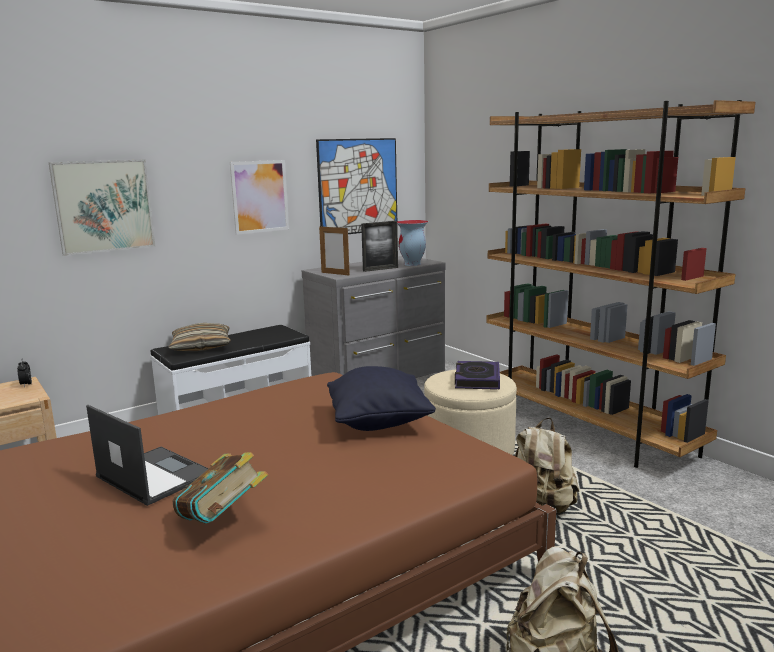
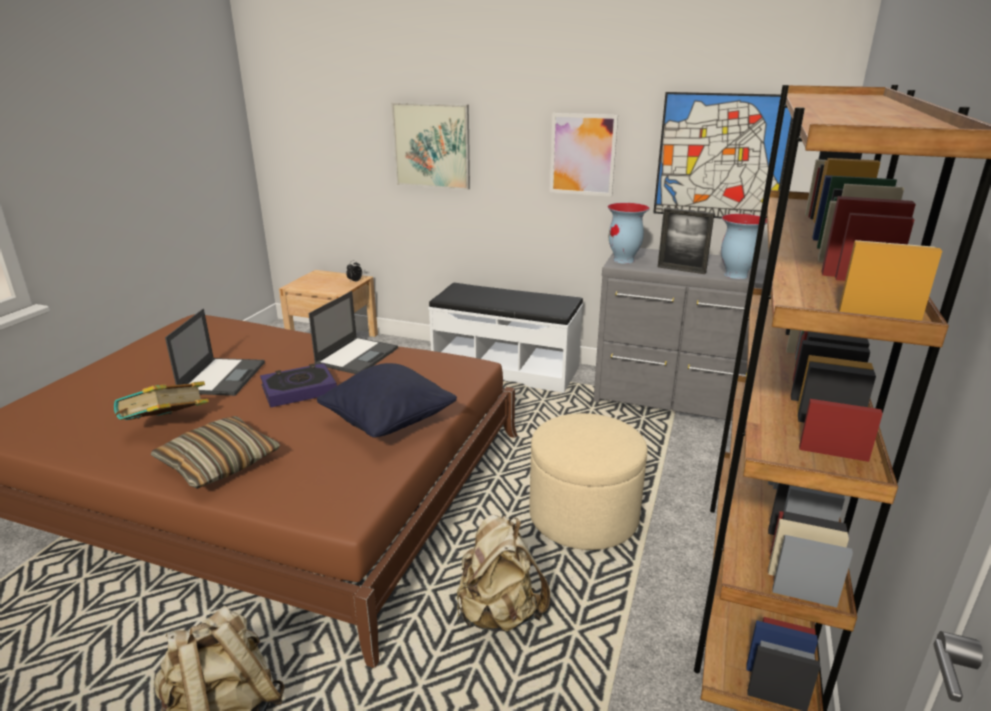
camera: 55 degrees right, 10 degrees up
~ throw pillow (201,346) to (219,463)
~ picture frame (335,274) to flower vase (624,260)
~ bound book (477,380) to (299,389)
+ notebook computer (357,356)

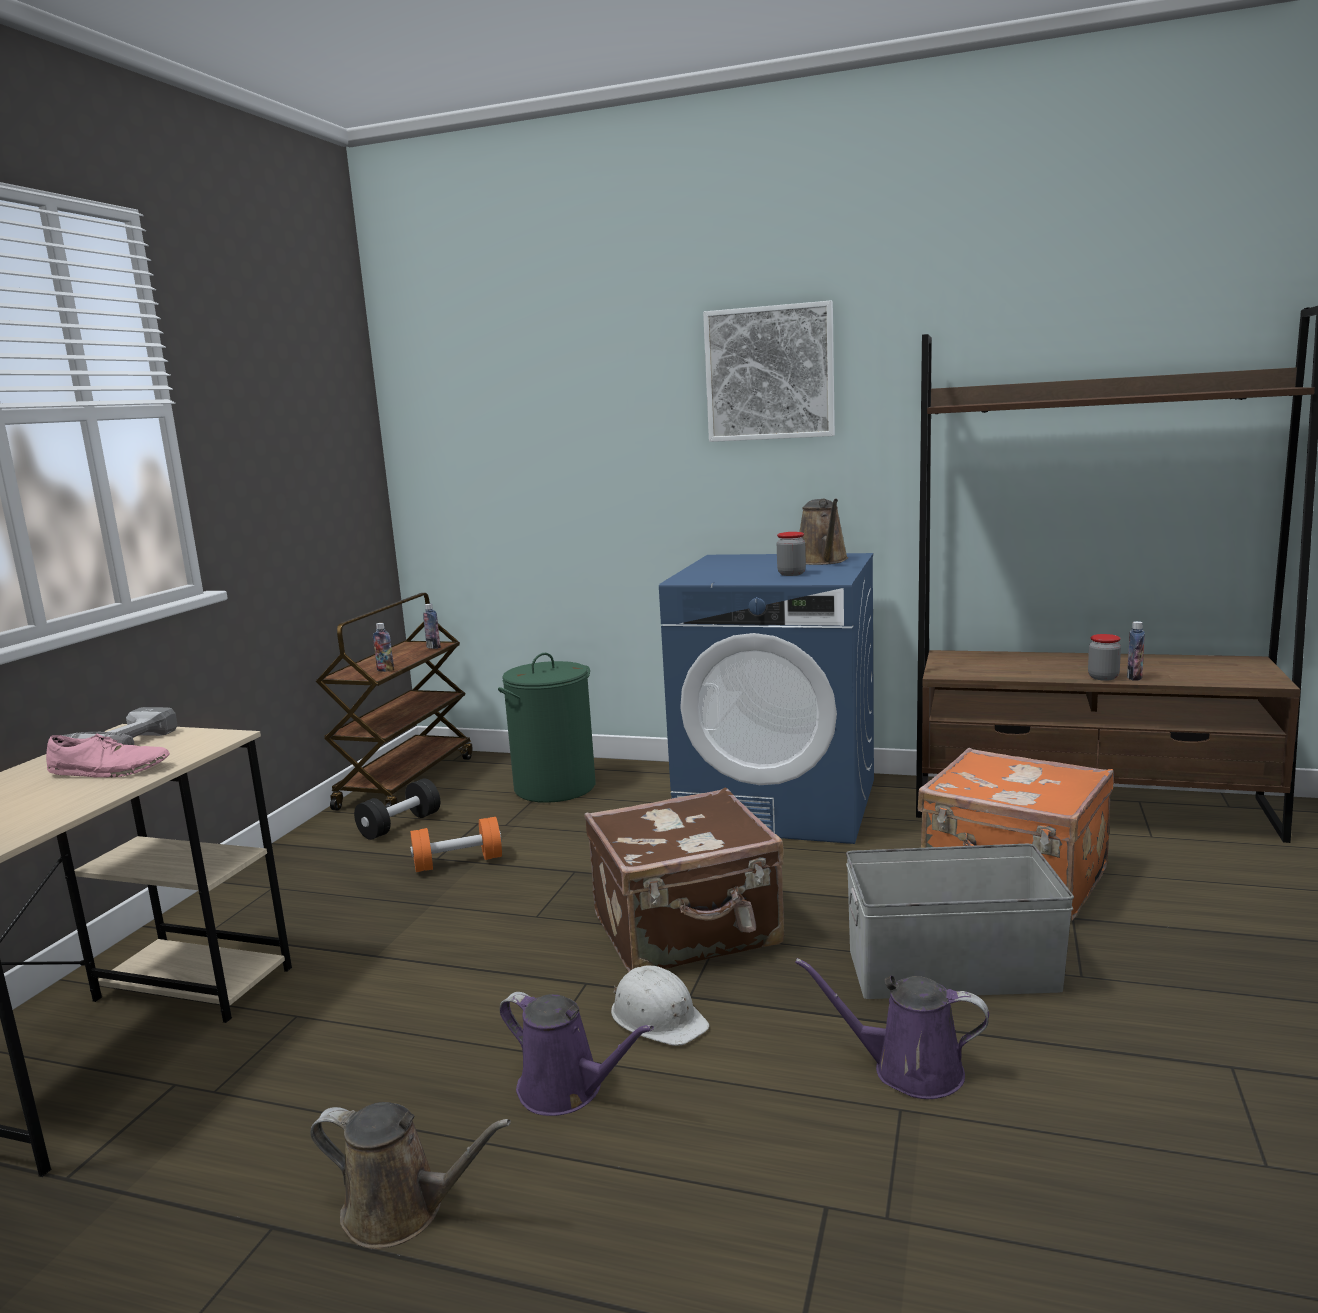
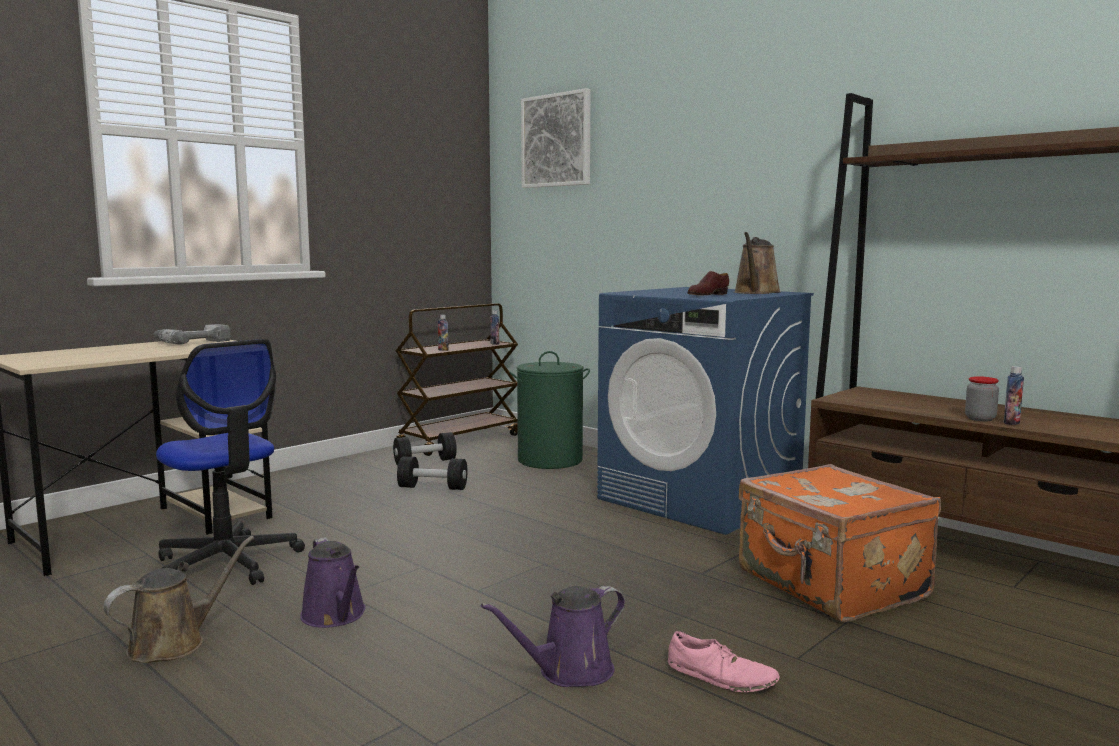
camera: 25 degrees right, 5 degrees down
~ pink-coloured shoe (109,770) to (721,677)
~ brown-coloured watering pot (402,1210) = (174,643) 90 degrees counterclockwise
~ orange free weight (458,862) to blackish free weight (433,488)
- brown-coloured piece of luggage (687,931)
- white-coloured hard hat (658,1017)
~ picture (769,373) to (556,140)
~ jar (791,574) to brown-coloured shoe (707,295)
~ purple-coloured watering pot (908,1070) = (569,672) 75 degrees counterclockwise
- grey storage container (950,969)
+ desk chair (227,563)

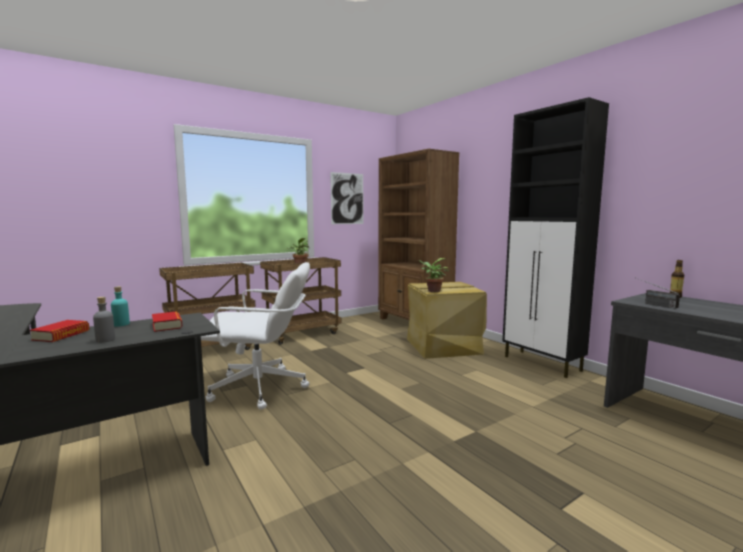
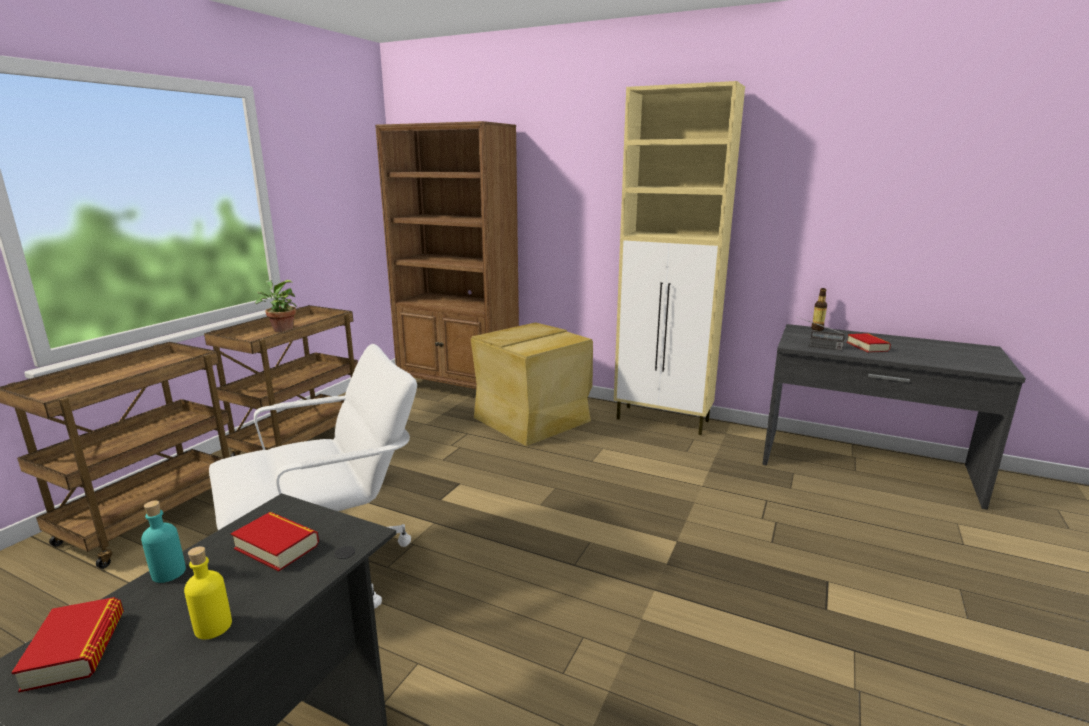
camera: 30 degrees left, 10 degrees up
~ grey beverage bottle (105,340) to yellow beverage bottle (213,627)
- picture (347,198)
- plant in a pot (432,291)
~ blackish cabinet (542,364) to beige-coloured cabinet (663,420)
+ bound book (867,347)

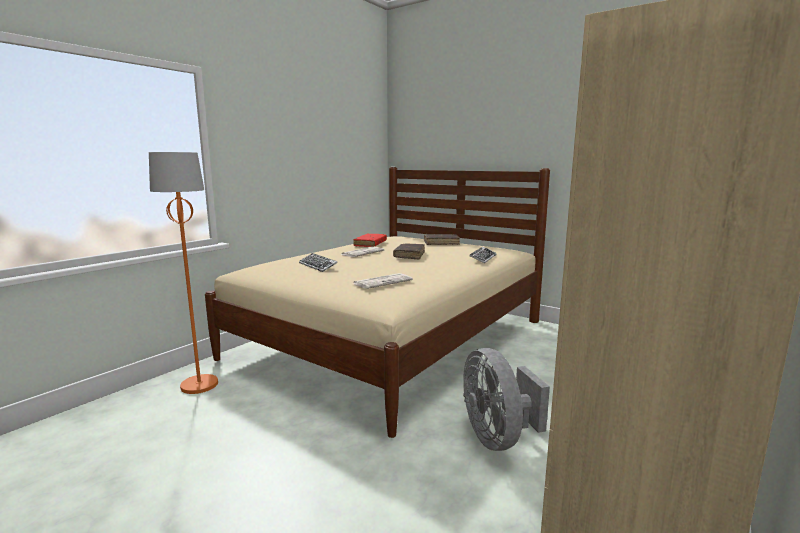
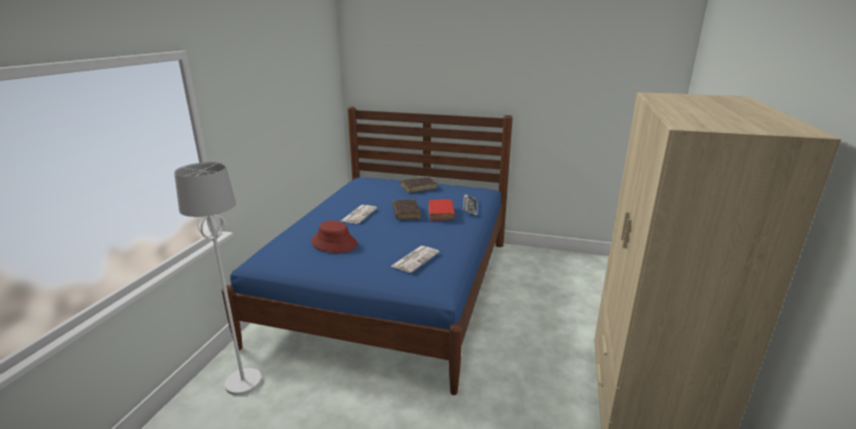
camera: 20 degrees left, 10 degrees up
~ orange floor lamp (199,385) to white-coloured floor lamp (243,382)
~ beige-coloured bedroom bed (392,339) to blue bedroom bed (393,288)
~ computer keyboard (318,266) to reddish hat (334,243)
~ reddish bound book (370,244) to (441,214)
- grey fan (498,437)

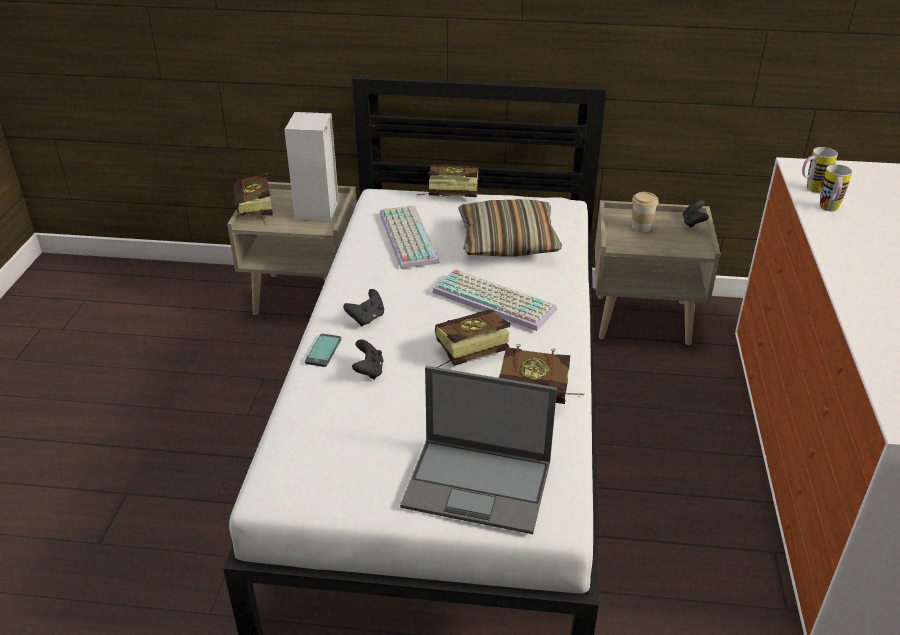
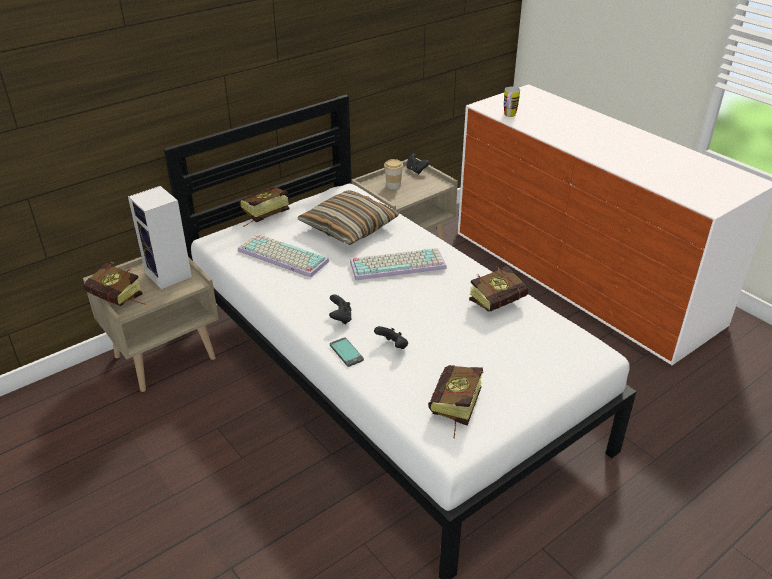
camera: 45 degrees left, 0 degrees up
- notebook computer (479,484)
~ bound book (465,352) to (453,411)
- coffee mug (829,210)

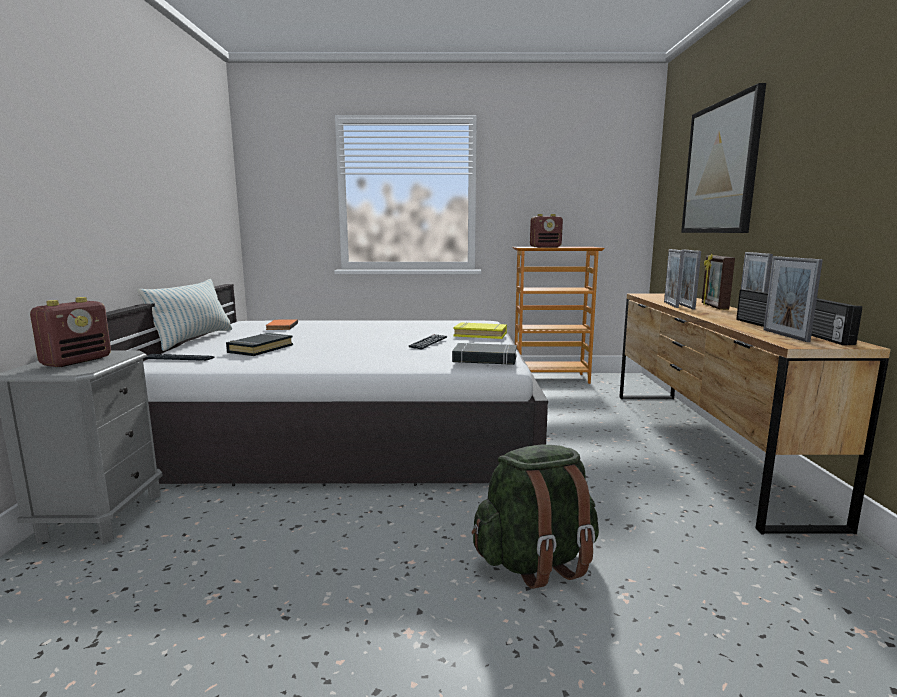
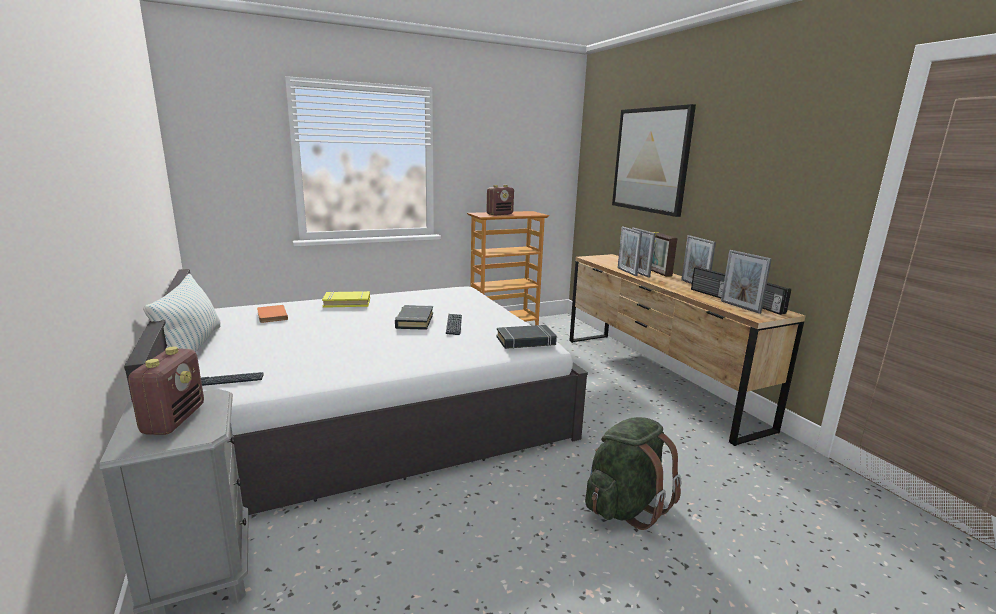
camera: 25 degrees left, 5 degrees up
~ blackish bound book (260,349) to (414,321)
~ yellow bound book (480,334) to (347,303)

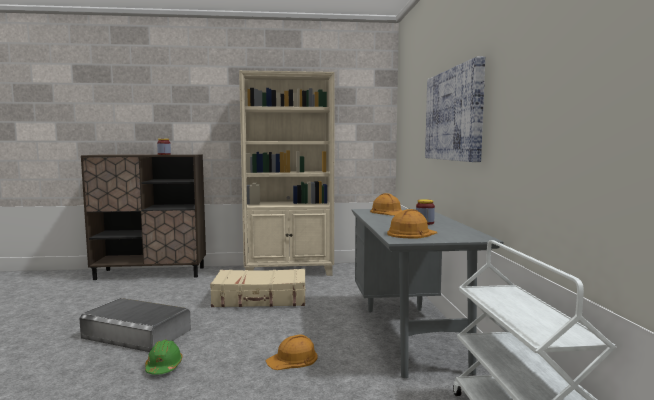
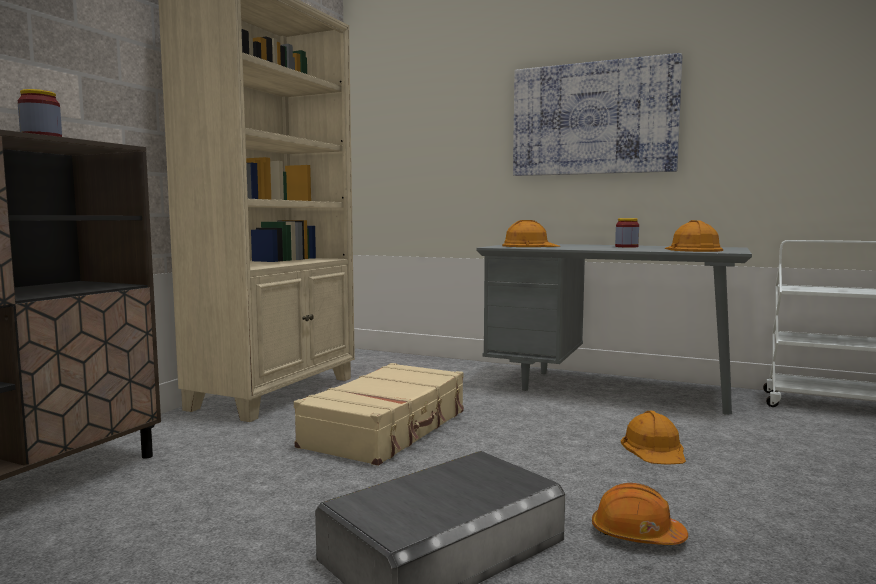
camera: 60 degrees left, 0 degrees up
~ green hard hat (164,366) to orange hard hat (636,535)

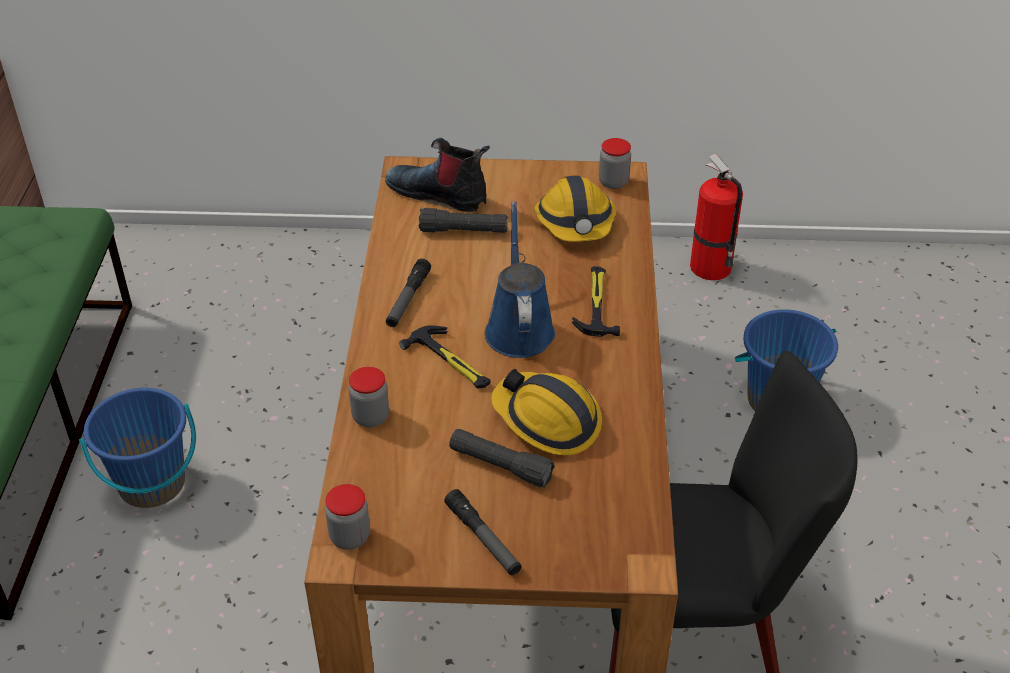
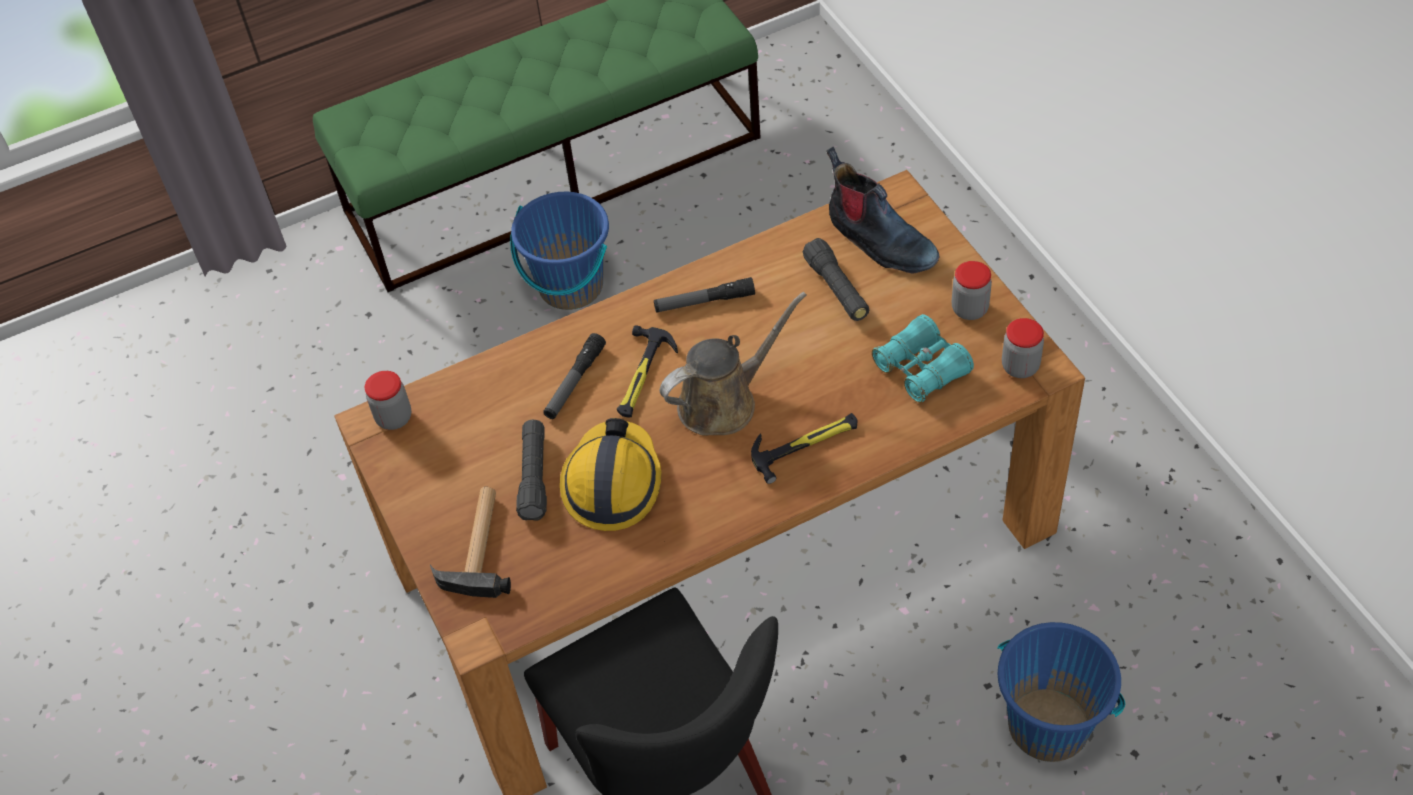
camera: 65 degrees right, 10 degrees up
~ jar (370,417) to (969,309)
~ boot (439,194) = (879,241) 135 degrees clockwise
~ torch (483,538) to (575,382)
~ blue watering pot (519,328) to brown-coloured watering pot (724,401)
~ hard hat (575,223) to turquoise-coloured field glasses (921,368)
- extinguisher (712,268)
+ tool hammer (478,545)

